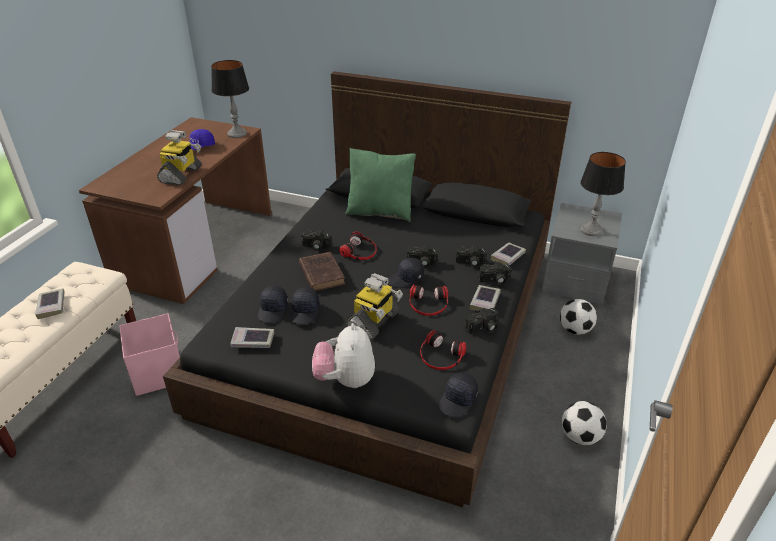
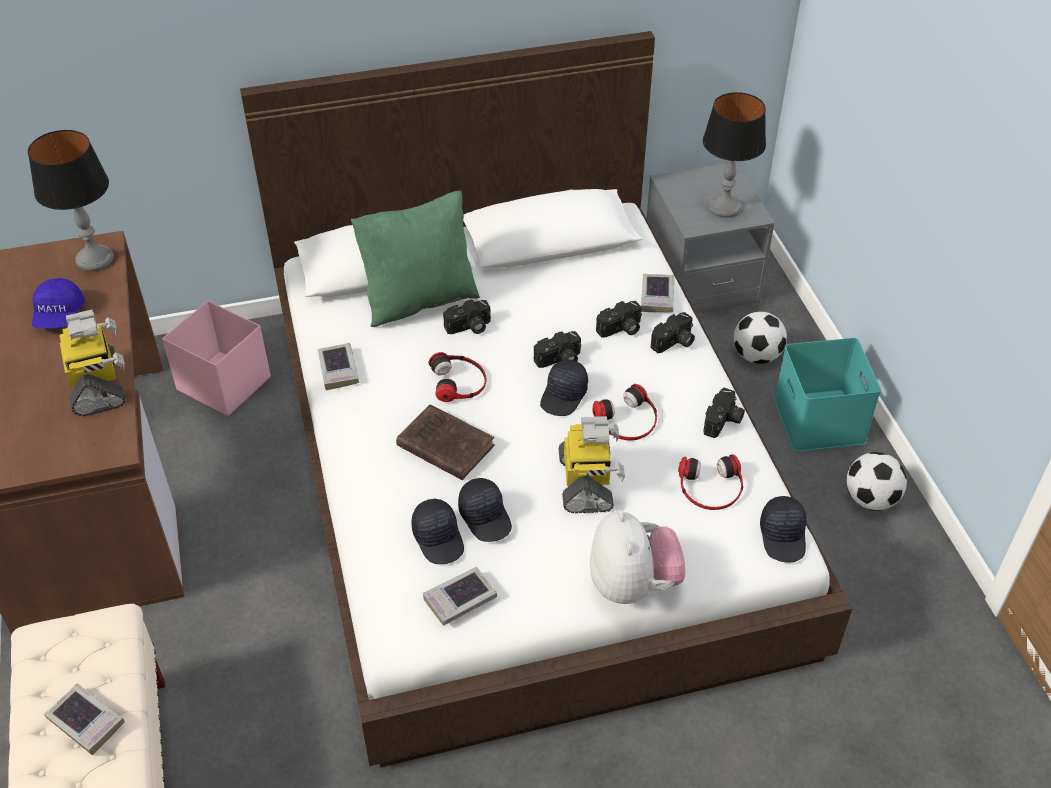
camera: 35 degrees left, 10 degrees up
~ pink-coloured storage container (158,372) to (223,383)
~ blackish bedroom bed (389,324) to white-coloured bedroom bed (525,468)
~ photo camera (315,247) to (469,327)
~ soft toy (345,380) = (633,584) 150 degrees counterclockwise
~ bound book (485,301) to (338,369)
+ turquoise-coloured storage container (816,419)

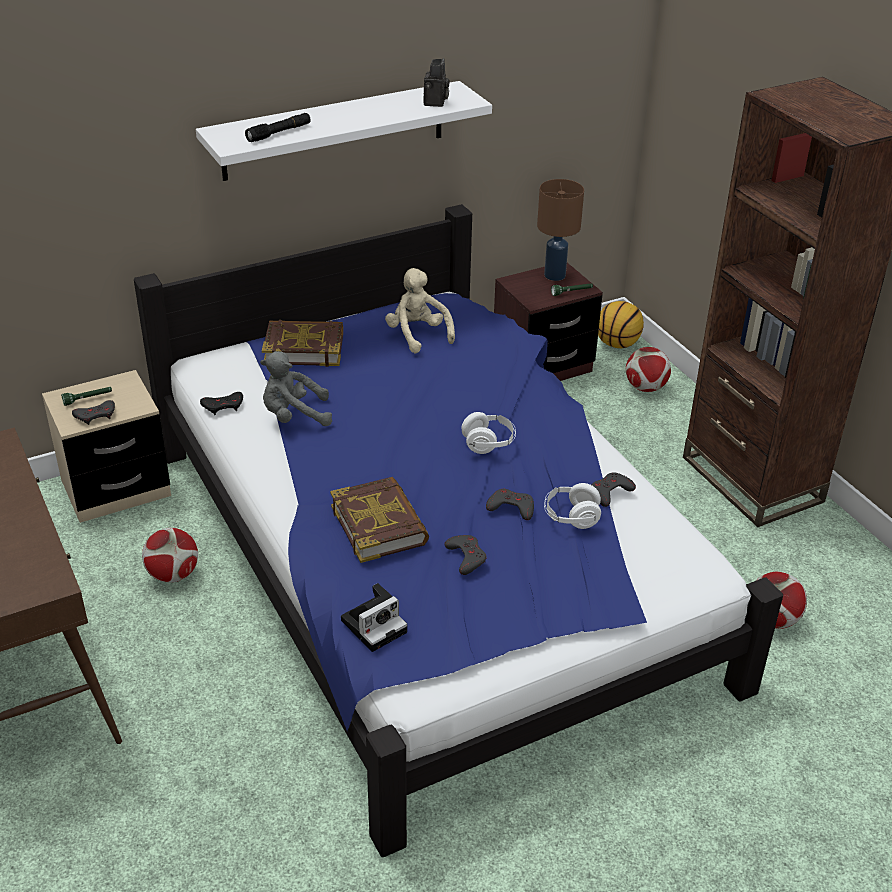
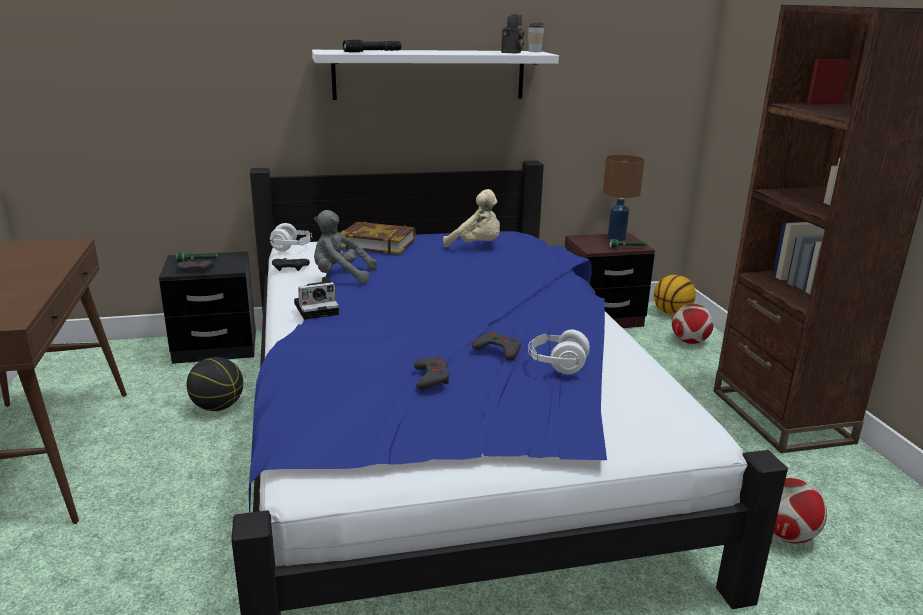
camera: 15 degrees right, 15 degrees down
~ beige-coloured night table (116,488) to blackish night table (215,347)
~ football (173,574) to ball for basketball (218,407)
- bound book (379,525)
~ photo camera (375,624) to (318,308)
~ beige-coloured soft toy (418,335) = (477,246) 135 degrees clockwise
~ white-coloured pair of headphones (488,443) to (292,248)
- grey joypad (610,492)
+ small cup (535,51)

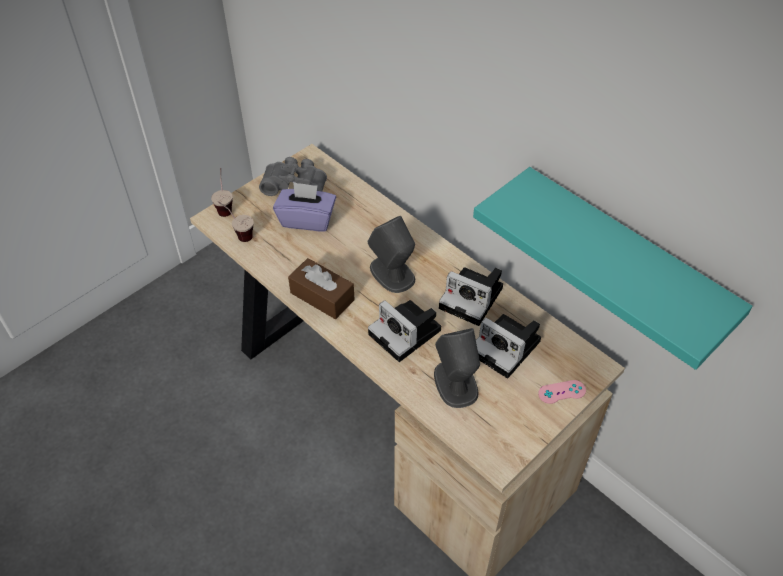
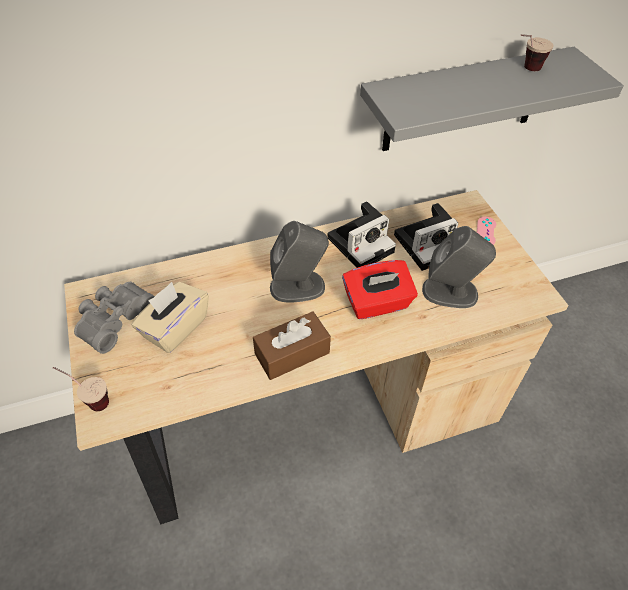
camera: 65 degrees left, 0 degrees up
~ small cup (238,233) to (525,70)
~ purple-coloured box of tissues (307,219) to beige-coloured box of tissues (175,328)
~ photo camera (407,333) to reddish box of tissues (377,303)
~ turquoise-coloured wall shelf (623,261) to grey wall shelf (463,101)

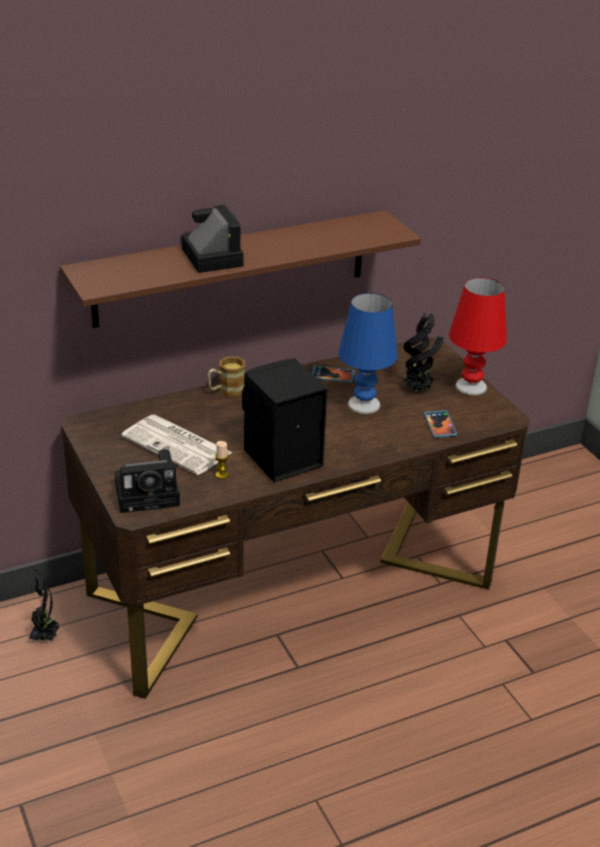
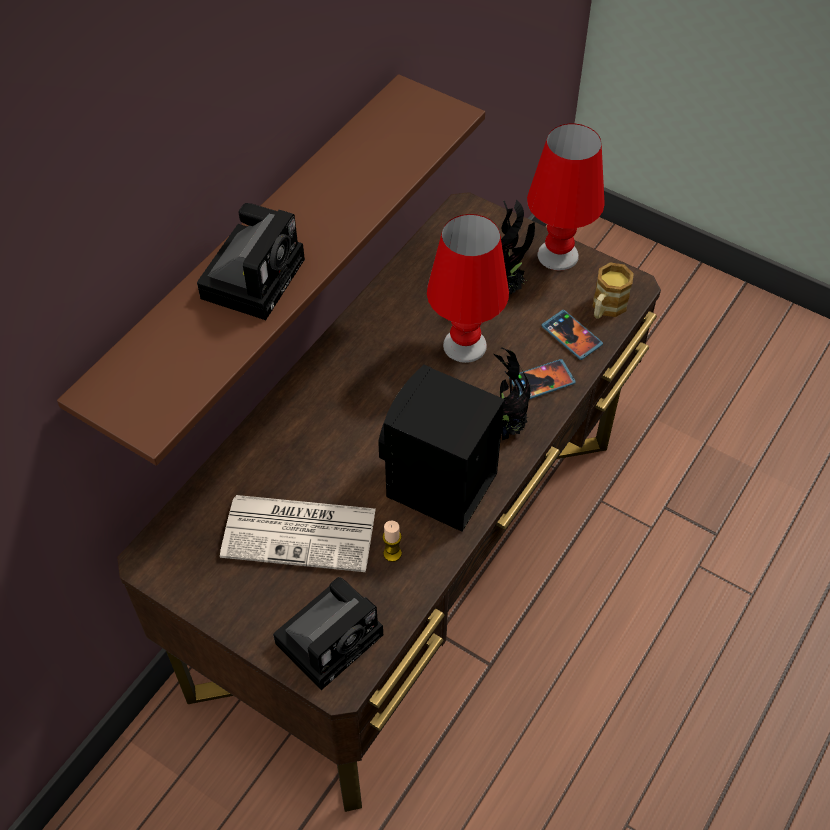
camera: 30 degrees left, 20 degrees up
~ plant in a pot (45,636) to (504,427)
~ photo camera (210,256) = (254,275) 75 degrees clockwise
~ coffee mug (226,390) to (606,308)
~ phone (332,376) to (542,381)
~ blue tabletop lamp (364,405) to reddish tabletop lamp (465,345)

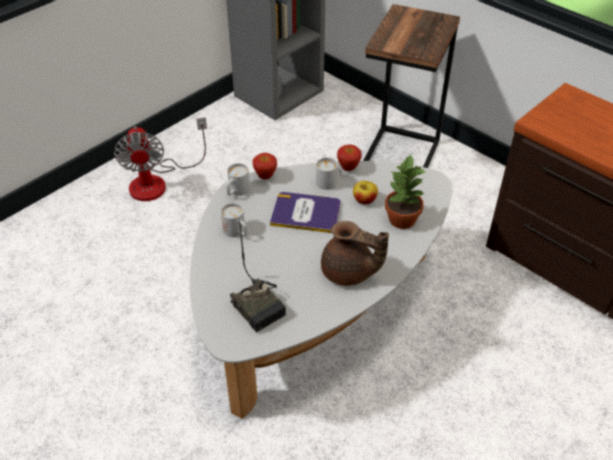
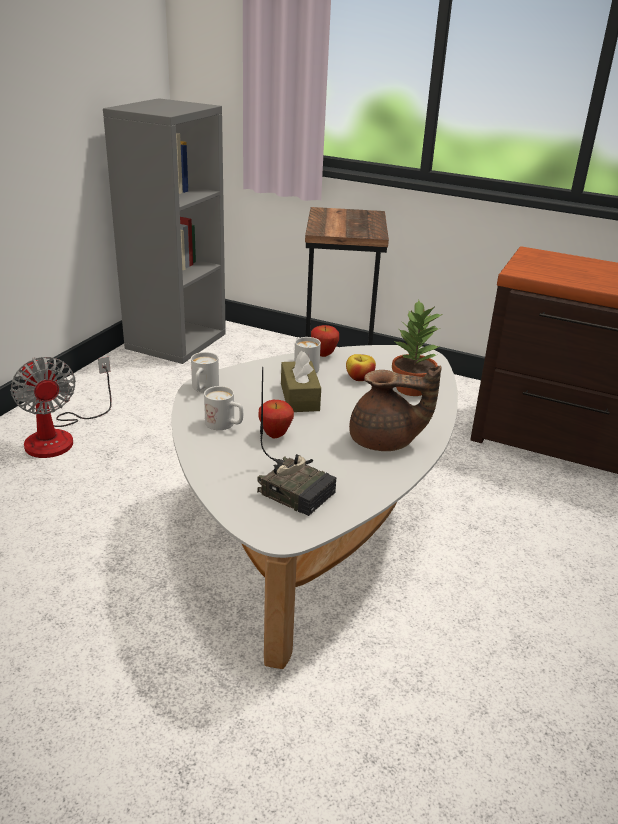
camera: 20 degrees left, 15 degrees down
~ apple (265,177) to (275,435)
~ bound book (306,213) to brown-coloured box of tissues (299,397)

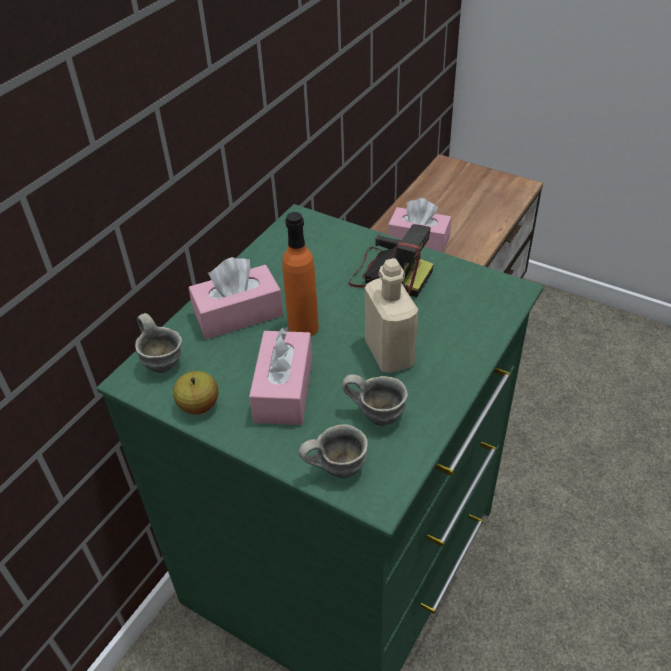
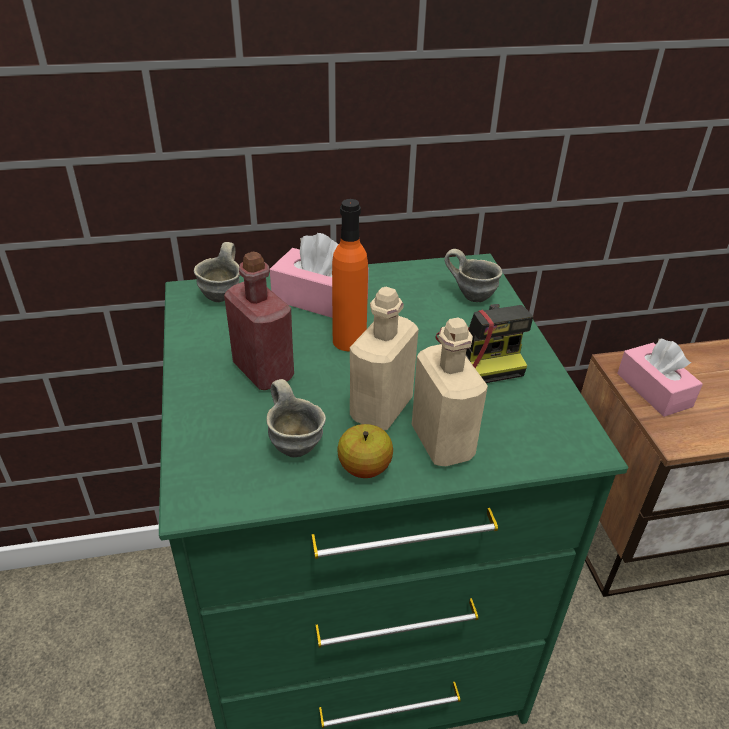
camera: 45 degrees right, 5 degrees down
~ apple (199,405) to (364,468)
~ pink-coloured box of tissues (284,390) to reddish beverage bottle (263,371)
~ grey coffee mug (336,467) to (472,294)
+ beige-coloured beverage bottle (442,442)

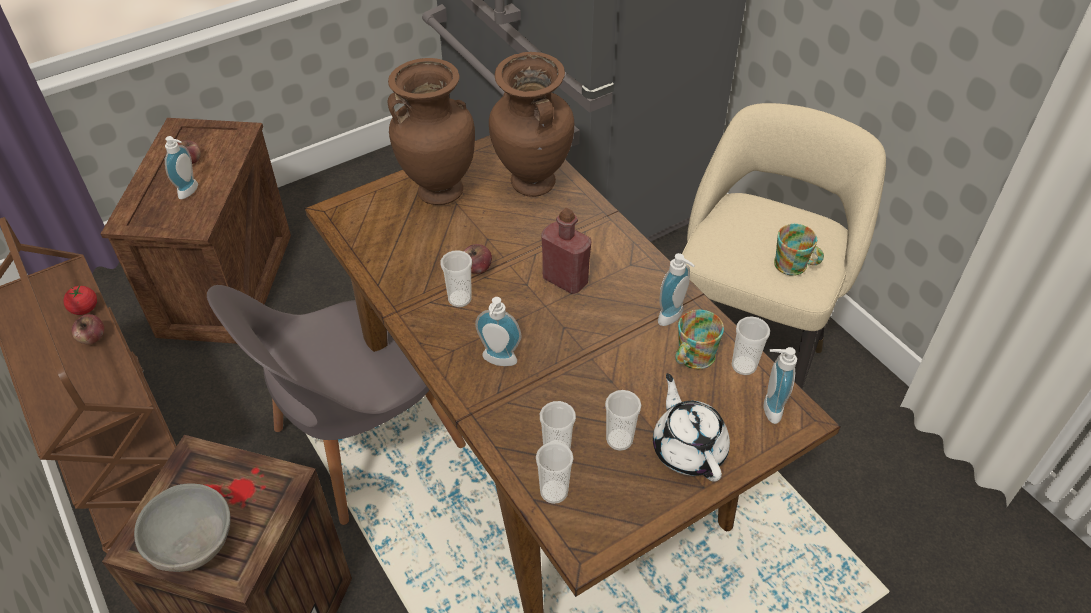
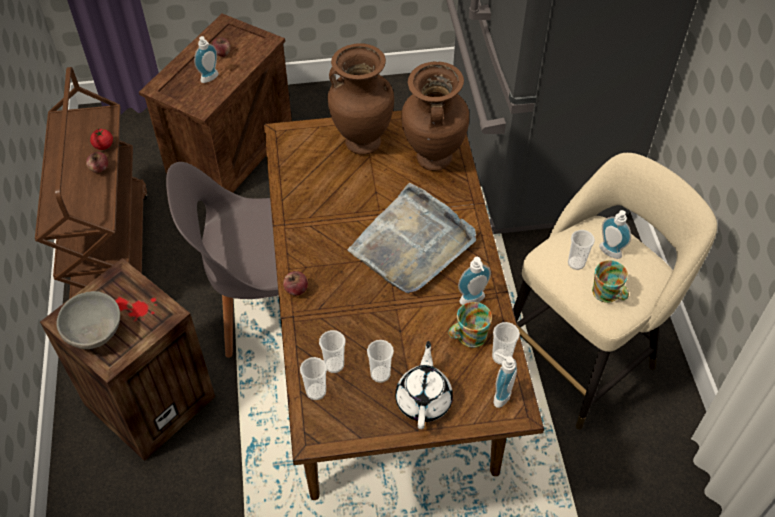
camera: 25 degrees right, 5 degrees up
~ small cup (459,299) to (576,263)
~ apple (477,268) to (296,289)
~ soap dispenser (498,362) to (608,253)
~ reddish beverage bottle (565,280) to grey carrying tray (412,243)

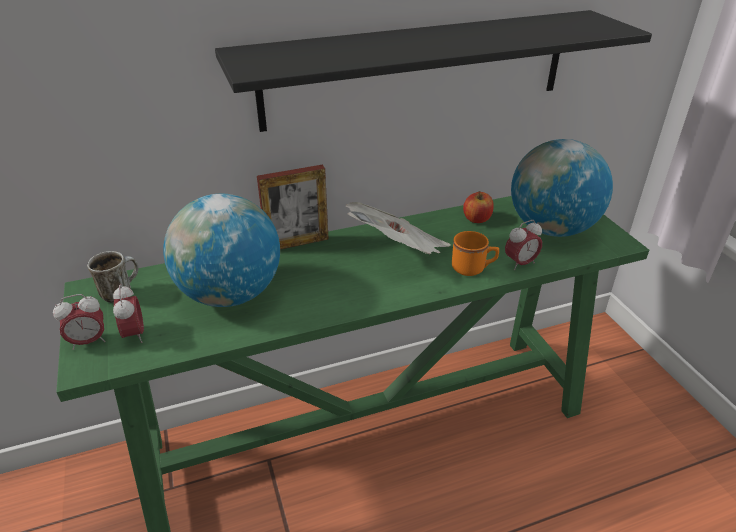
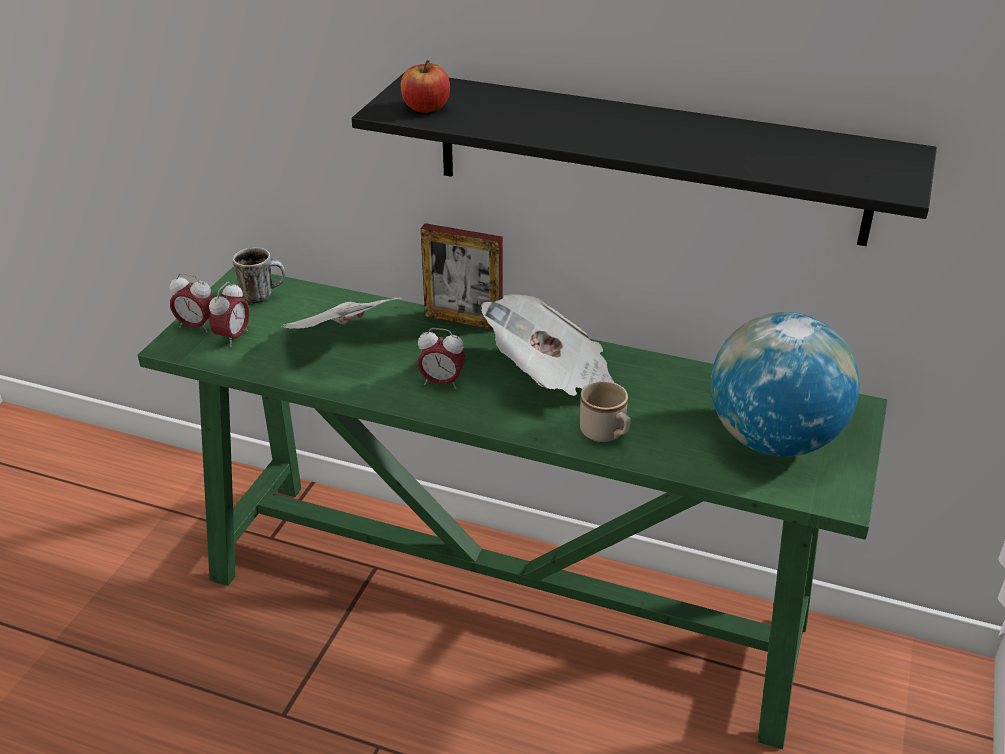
camera: 40 degrees right, 0 degrees up
~ desk globe (230,294) to daily paper (344,340)
~ orange coffee mug (473,268) to beige-coloured coffee mug (606,434)
~ apple (477,219) to (426,108)
~ table clock (520,263) to (441,382)

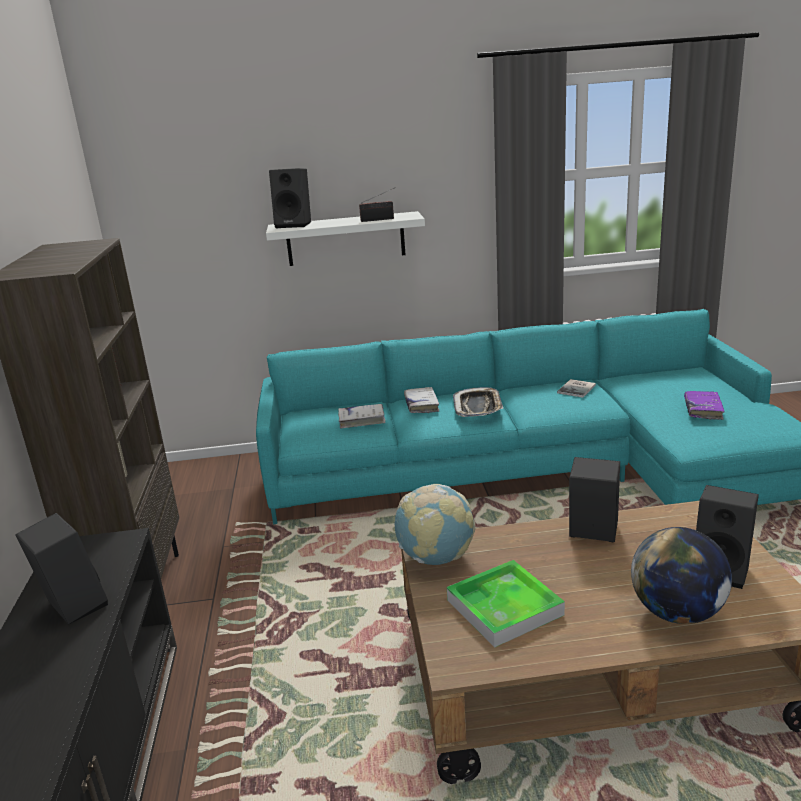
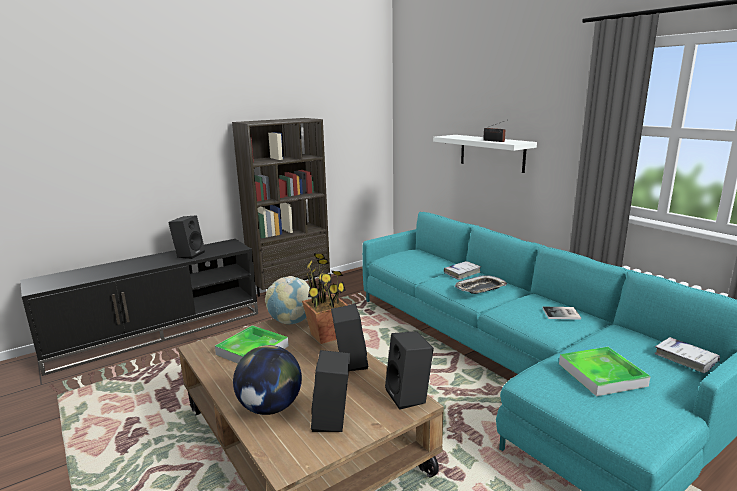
camera: 60 degrees right, 5 degrees down
~ blackish loudspeaker (295,225) to (409,396)
~ white-coloured bound book (362,420) to (685,359)
~ purple-coloured bound book (703,410) to carrying tray (601,374)
+ plant in a pot (327,335)

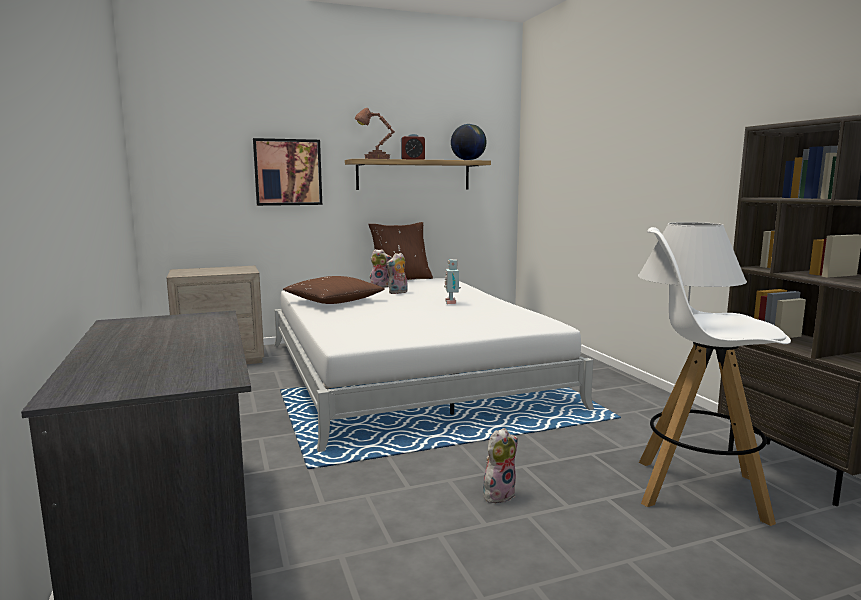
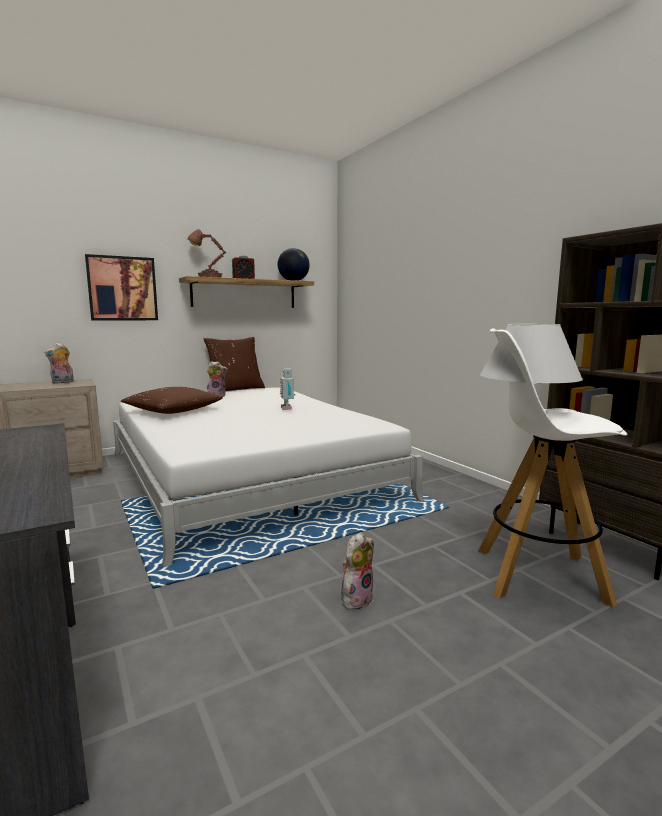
camera: 10 degrees left, 0 degrees up
~ soft toy (398,293) to (62,382)

